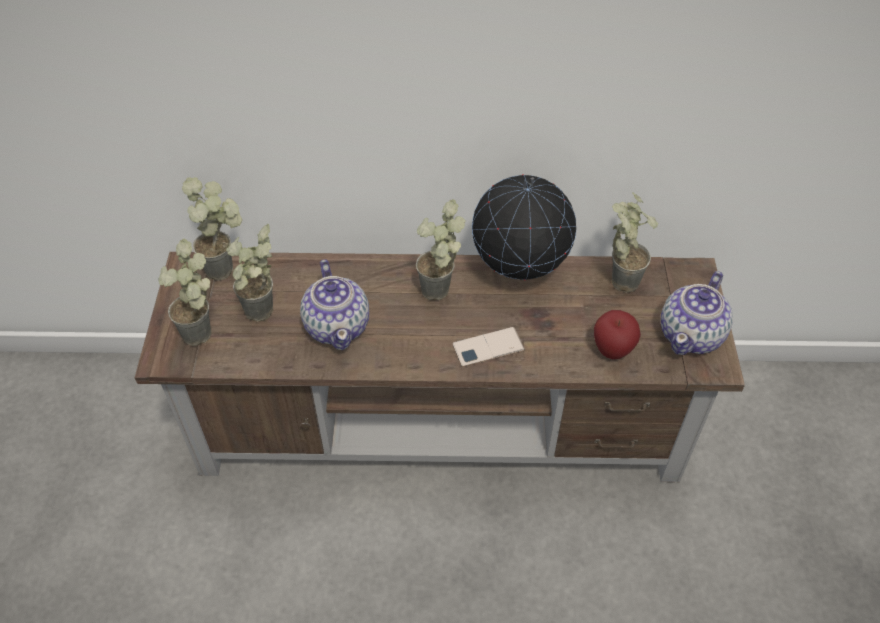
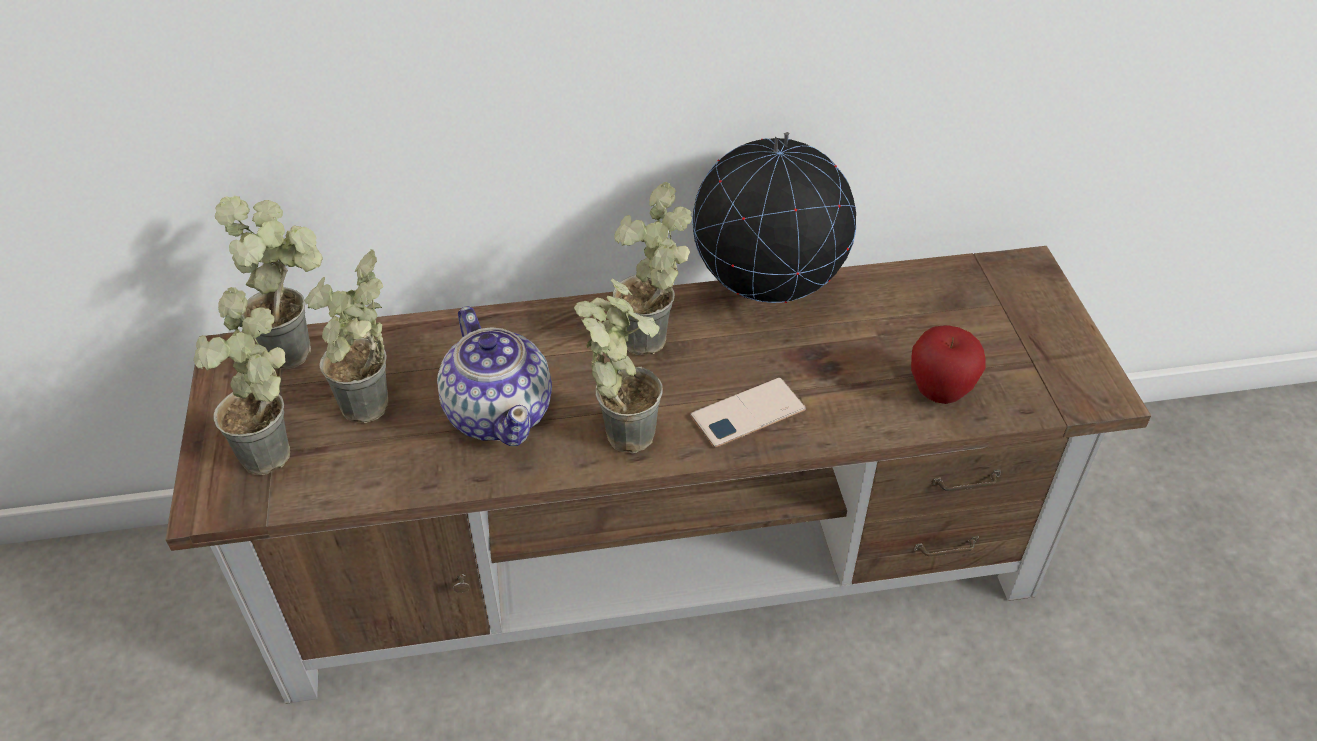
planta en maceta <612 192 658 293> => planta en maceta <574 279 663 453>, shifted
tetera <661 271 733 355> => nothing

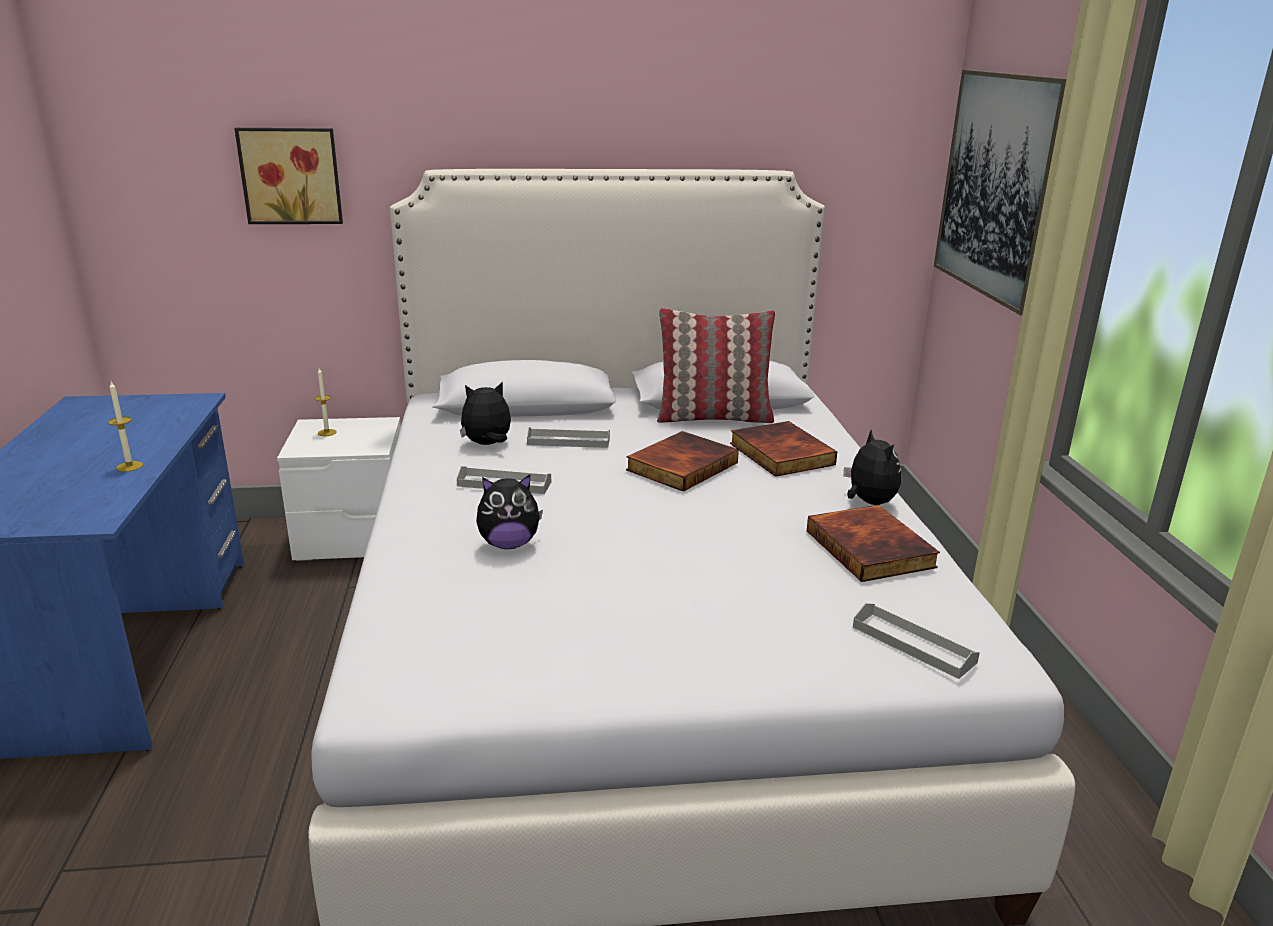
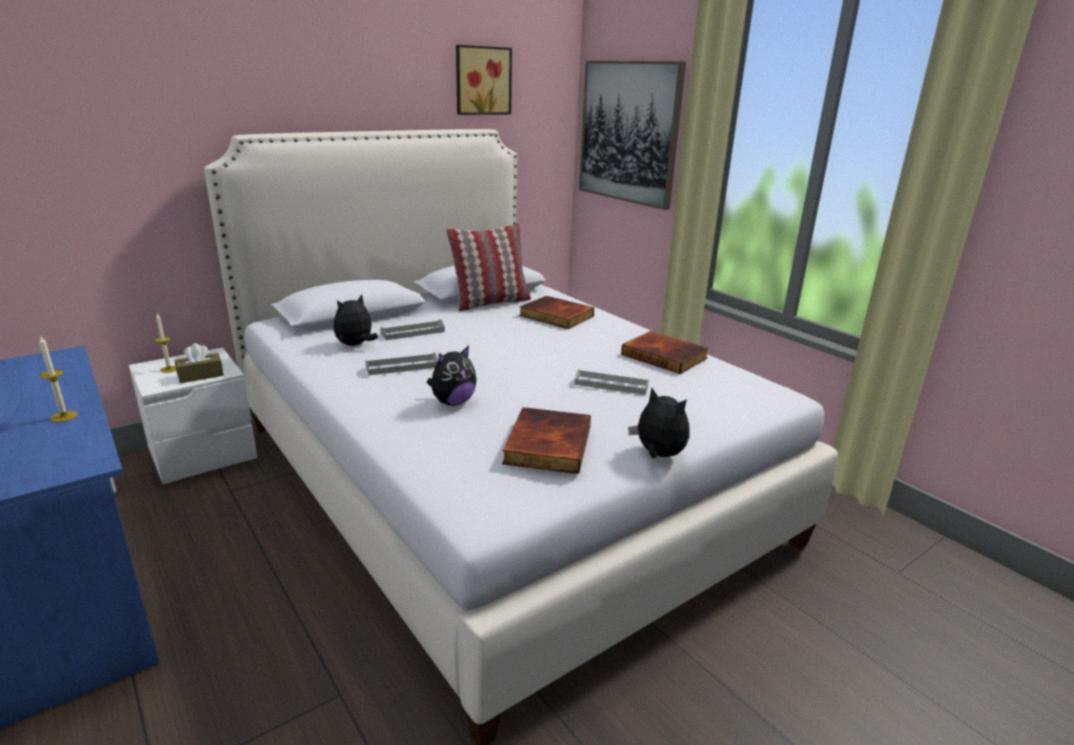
nothing => caja de pañuelos (marrón) <175 343 224 383>
cuadro <234 128 343 224> => cuadro <456 45 512 115>, shifted
libro <626 431 739 492> => libro <502 407 591 474>, shifted
bandeja (gris) <853 603 980 679> => bandeja (gris) <575 369 649 395>, shifted
peluche <844 429 901 505> => peluche <628 388 690 458>, shifted

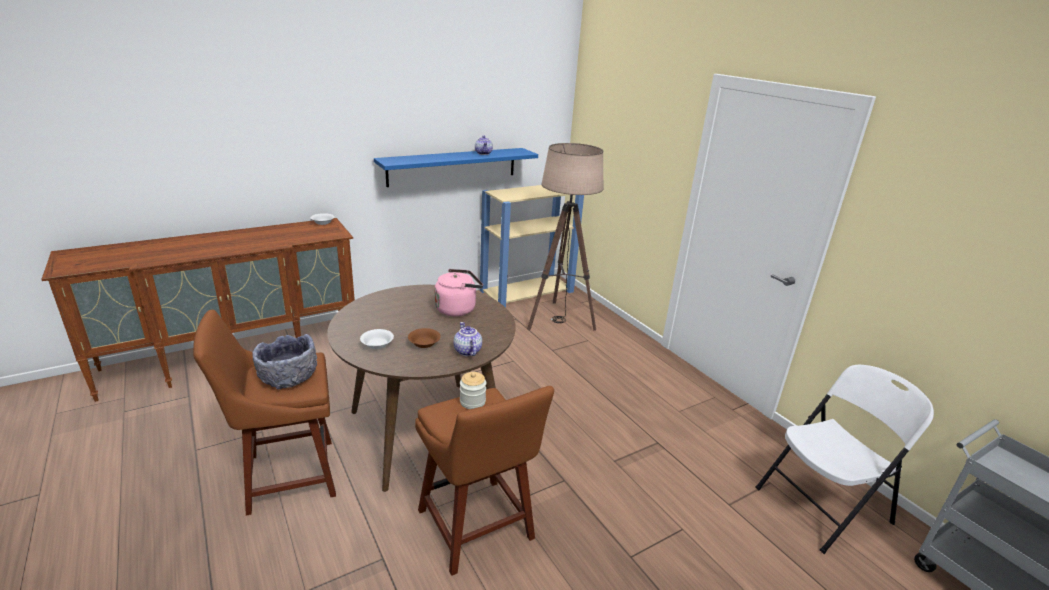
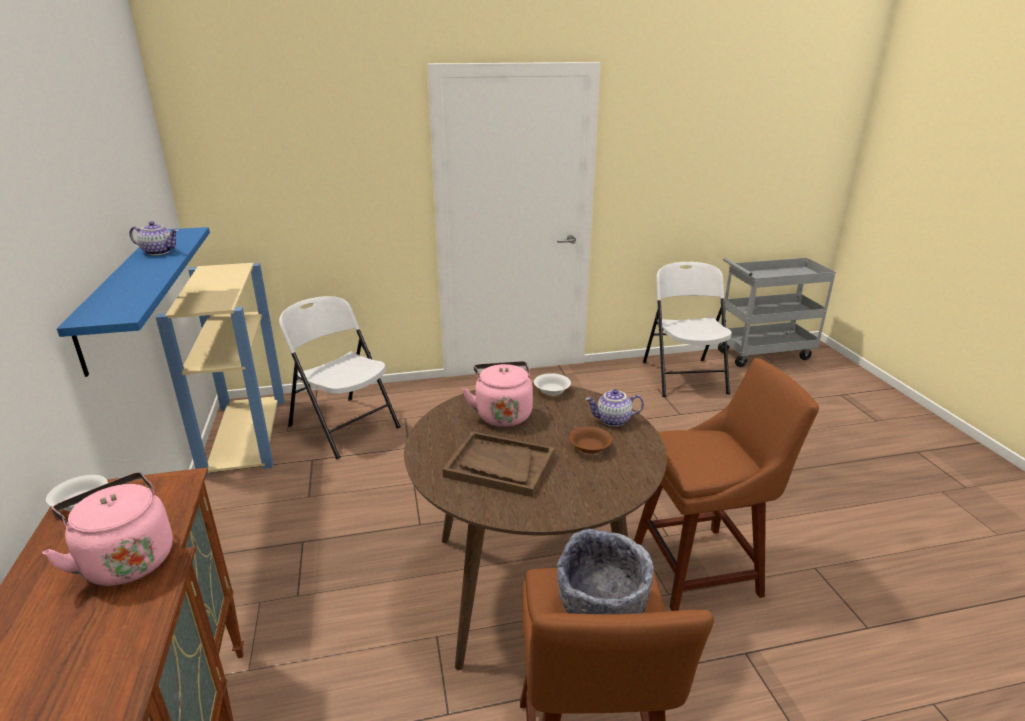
nothing => hervidor (rosa) <42 472 173 586>
lámpara de pie <527 143 604 331> => silla (blanco) <279 296 401 459>
nothing => bandeja (marrón) <443 431 555 497>
cuenco (blanco) <360 329 394 349> => cuenco (blanco) <534 373 571 395>, shifted
tarro <460 372 486 409> => nothing

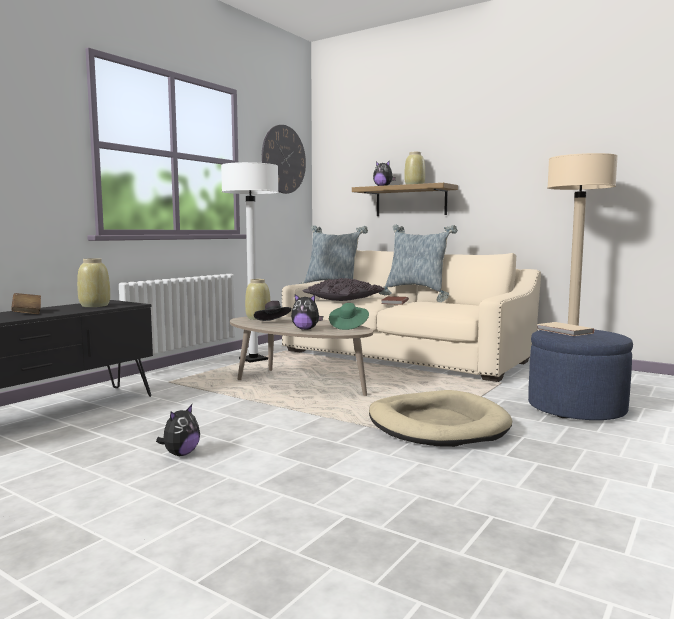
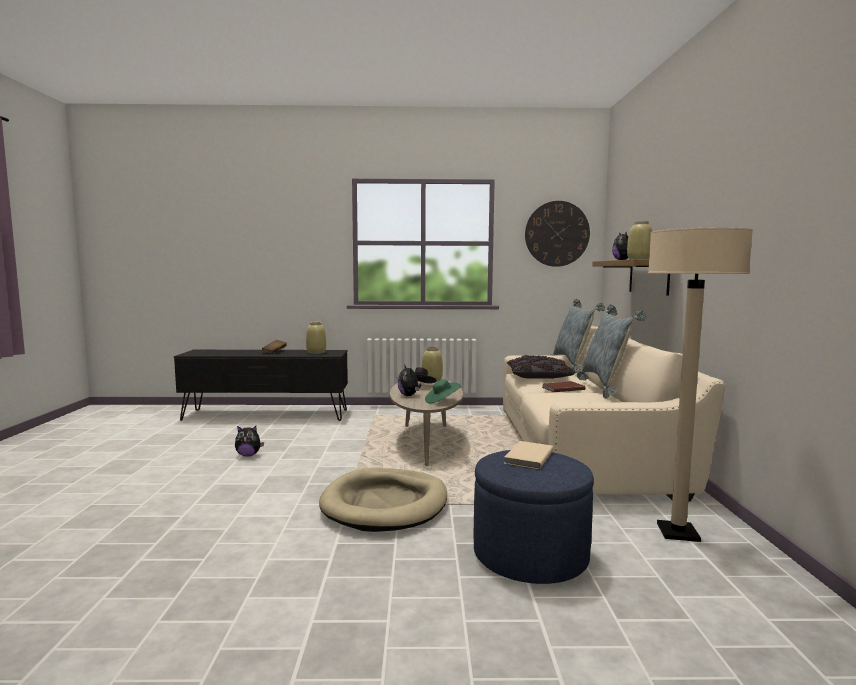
lámpara de pie (blanco) <221 162 279 362> => nothing

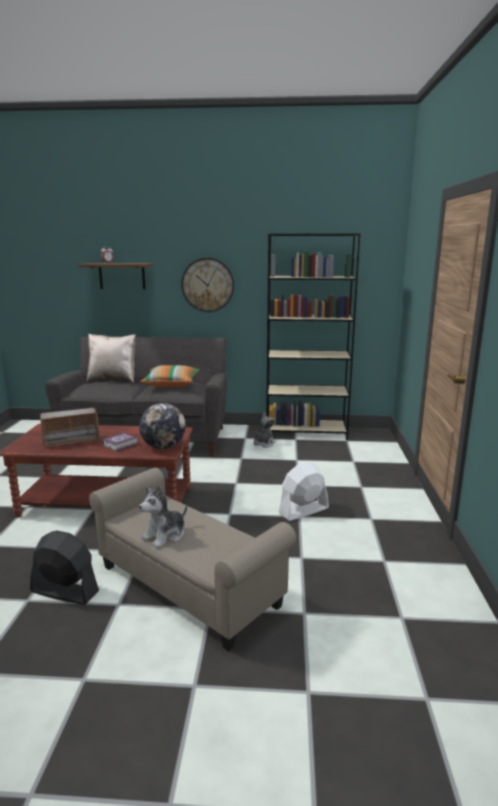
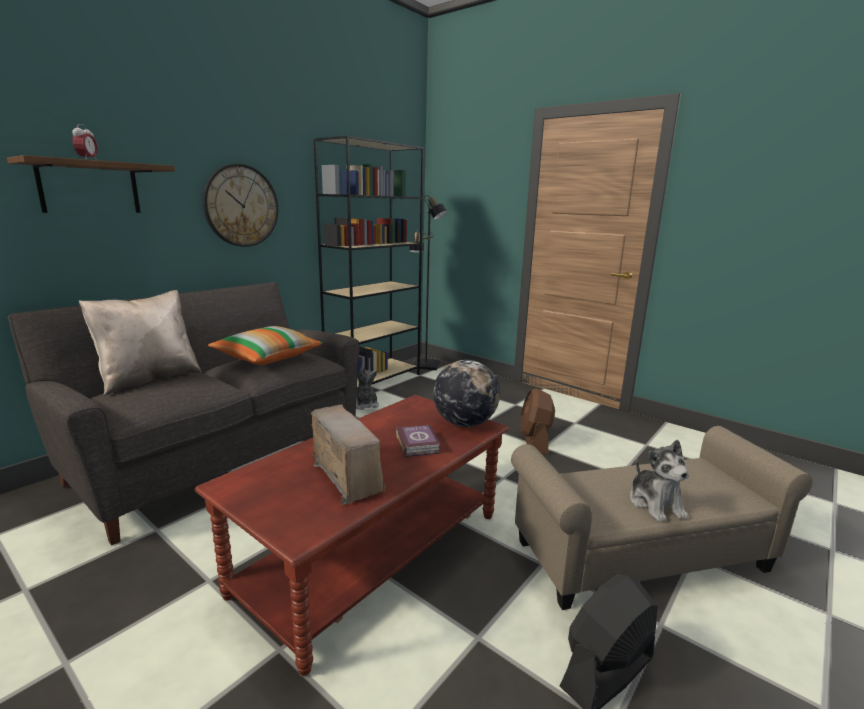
radio <40 408 102 448> => radio <310 404 386 505>, 45 degrees counterclockwise
nothing => lámpara de pie (negro) <409 195 447 370>
ventilador (blanco) <279 463 329 521> => ventilador (marrón) <520 388 555 455>

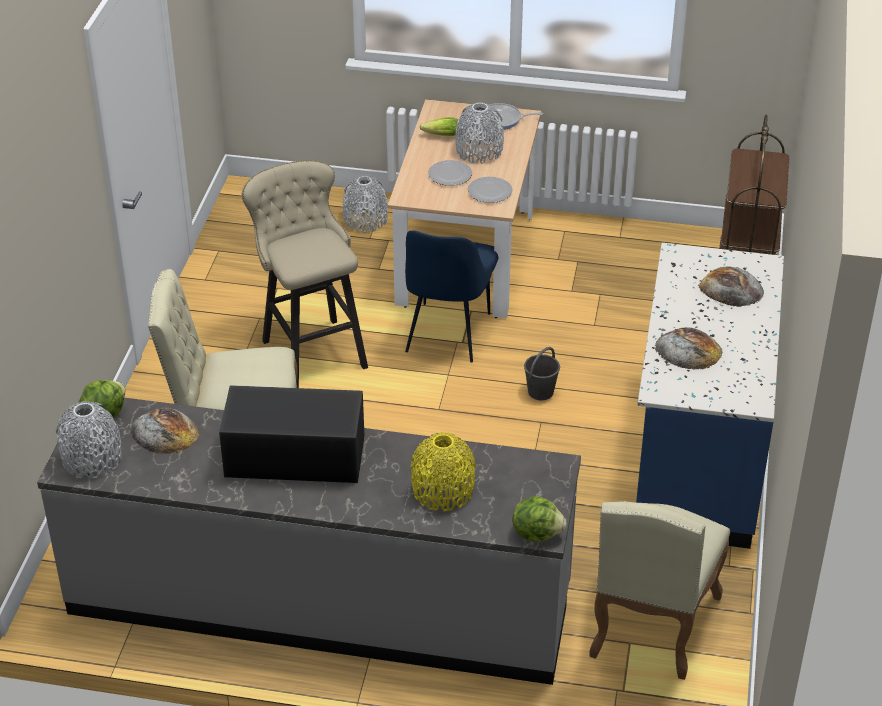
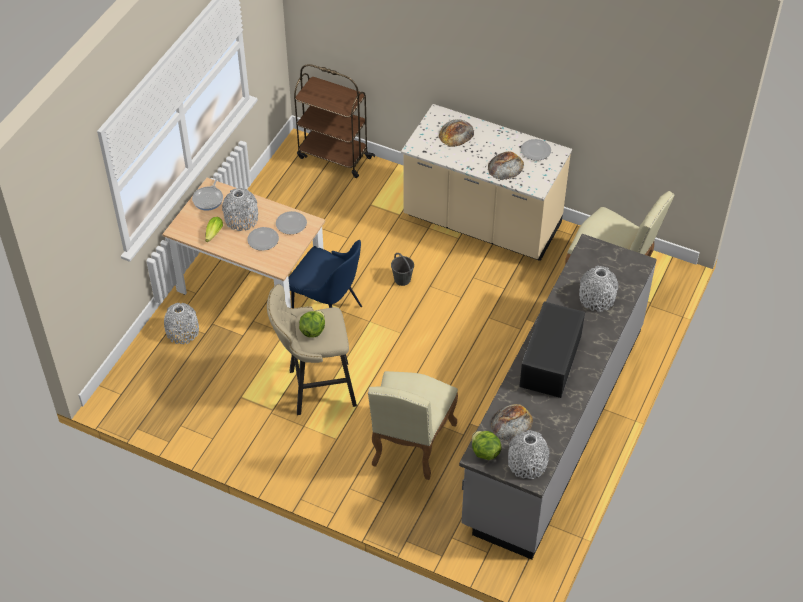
lechuga <513 496 567 542> => lechuga <299 311 325 338>, shifted
mueble bajo de cocina (azul) <636 243 784 549> => mueble bajo de cocina (beis) <401 104 572 261>
nothing => plato <521 139 551 161>
florero (amarillo) <410 433 476 512> => florero (gris) <579 266 618 312>

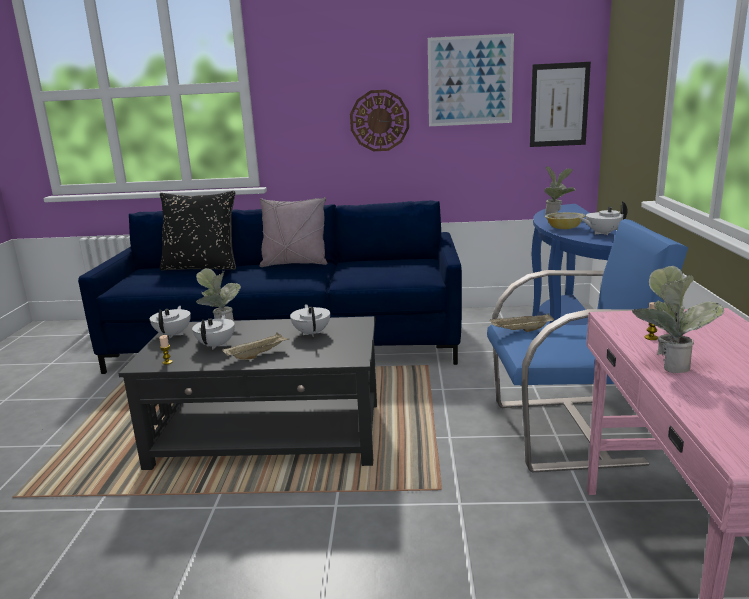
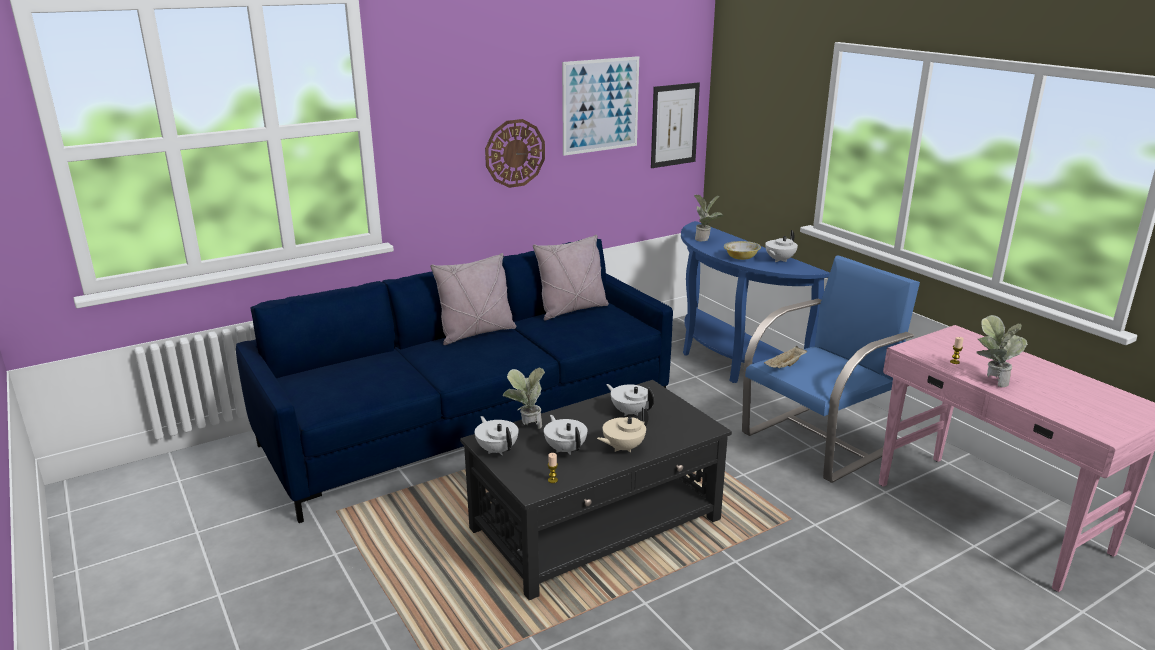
nothing => cojín (morado) <533 235 609 321>
bandeja (beis) <222 332 289 360> => tetera (beis) <597 408 648 452>
cojín (negro) <160 191 236 271> => nothing

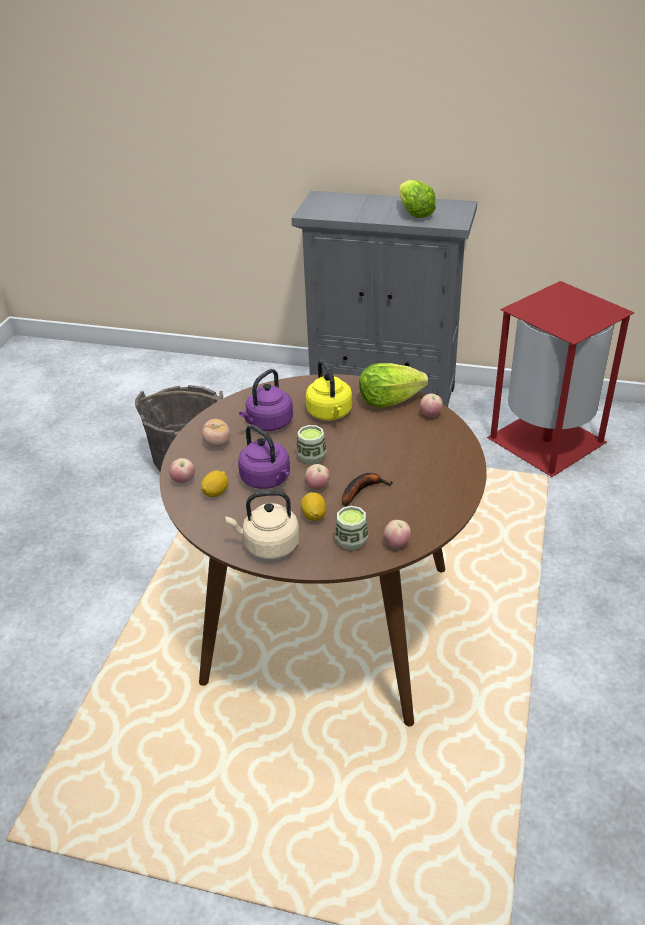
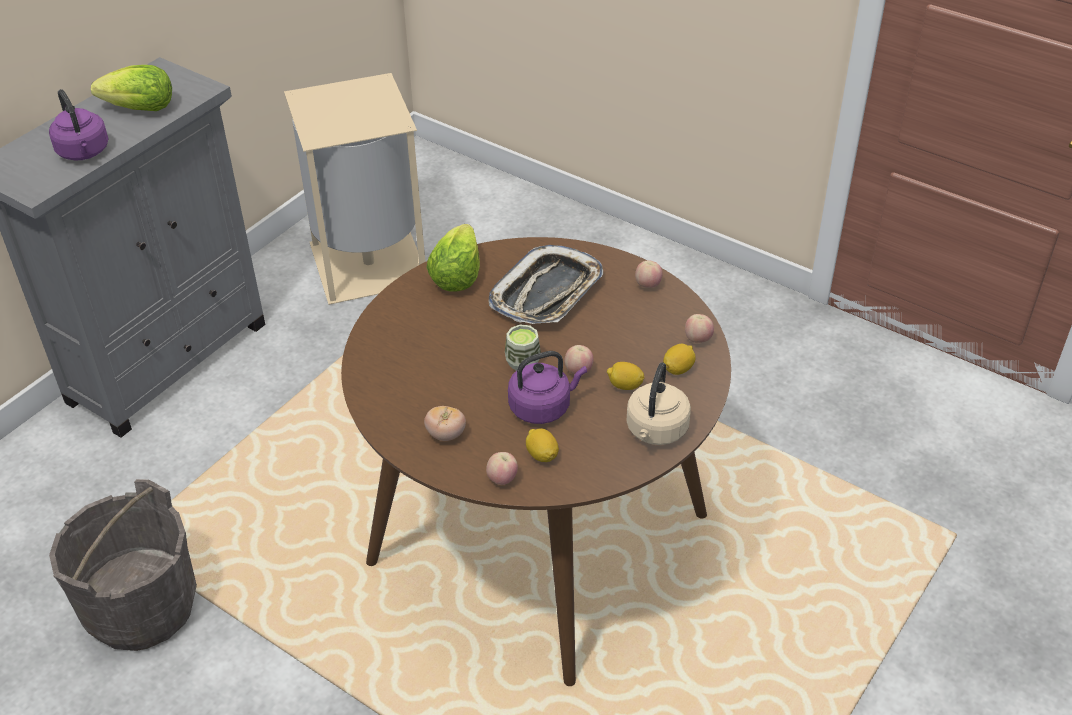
hervidor (morado) <239 369 293 431> => hervidor (morado) <49 89 109 161>, shifted
papelera (rojo) <487 281 634 477> => papelera (beis) <284 73 425 305>
nothing => bandeja <489 245 603 324>
manzana <420 394 443 417> => manzana <635 260 662 288>, shifted
taza <335 506 368 550> => limón <663 344 696 375>
hervidor (amarillo) <306 360 352 420> => nothing
plátano <342 473 393 507> => nothing

